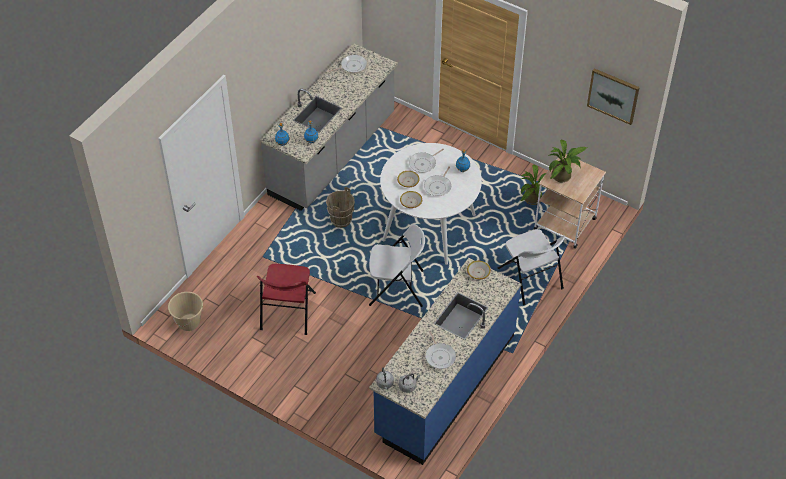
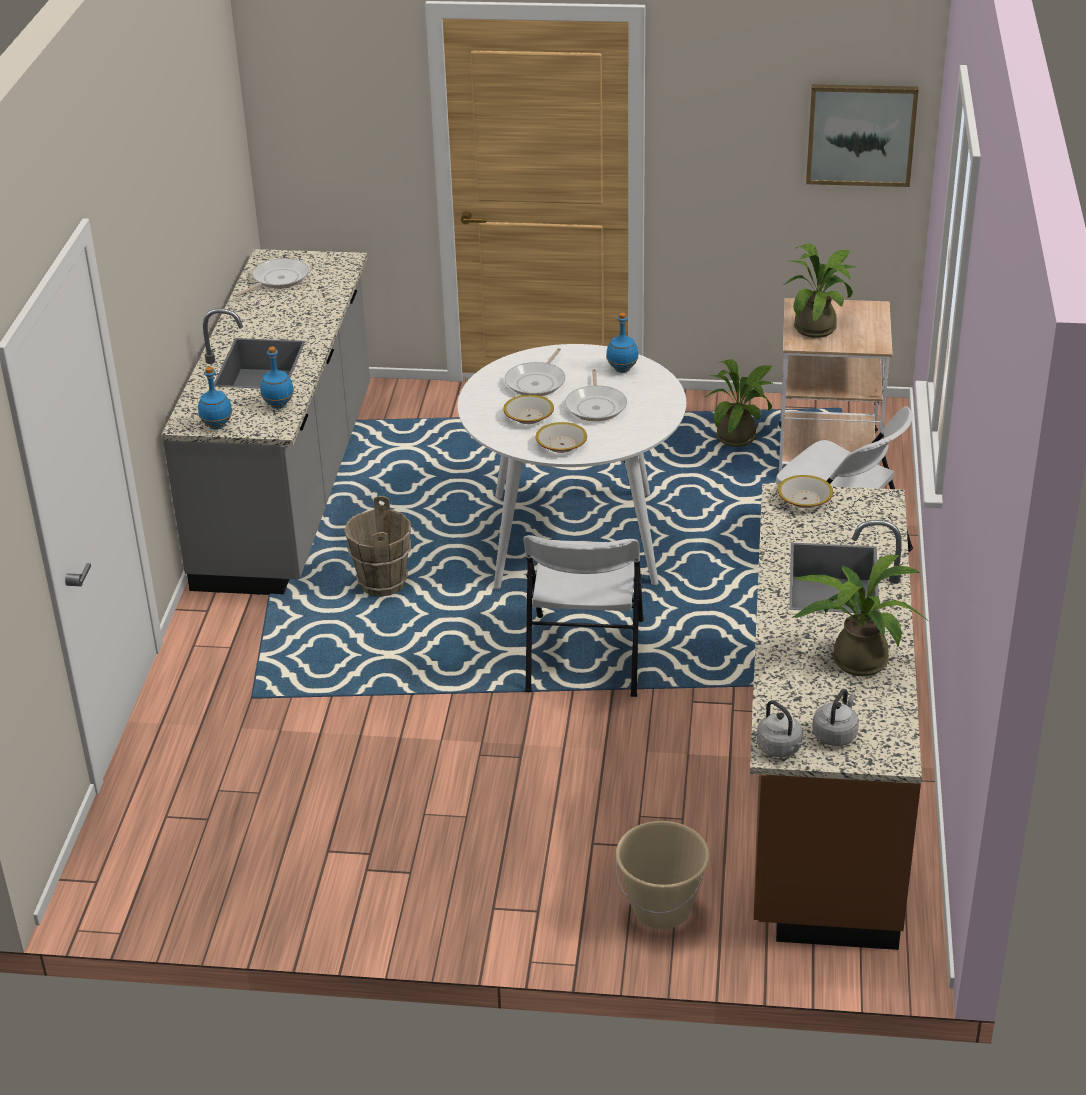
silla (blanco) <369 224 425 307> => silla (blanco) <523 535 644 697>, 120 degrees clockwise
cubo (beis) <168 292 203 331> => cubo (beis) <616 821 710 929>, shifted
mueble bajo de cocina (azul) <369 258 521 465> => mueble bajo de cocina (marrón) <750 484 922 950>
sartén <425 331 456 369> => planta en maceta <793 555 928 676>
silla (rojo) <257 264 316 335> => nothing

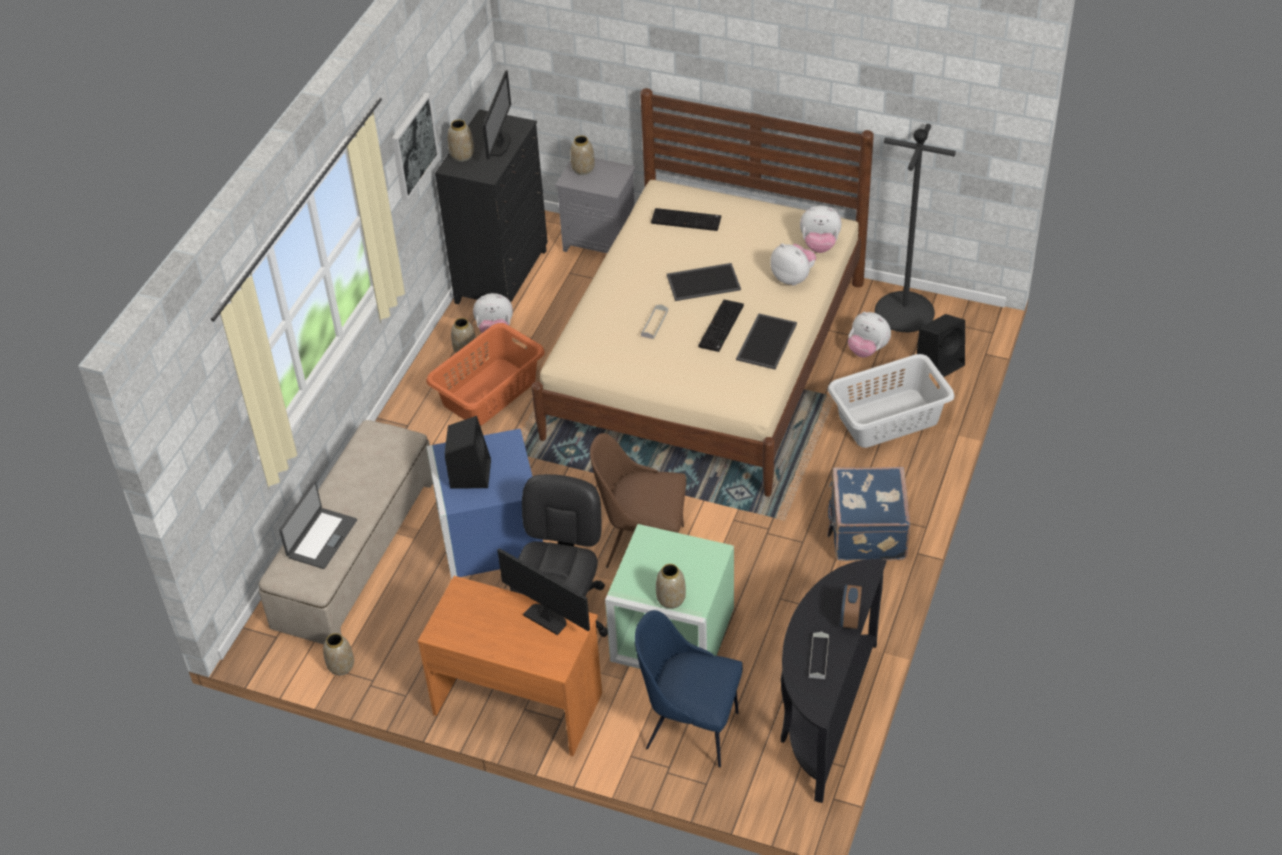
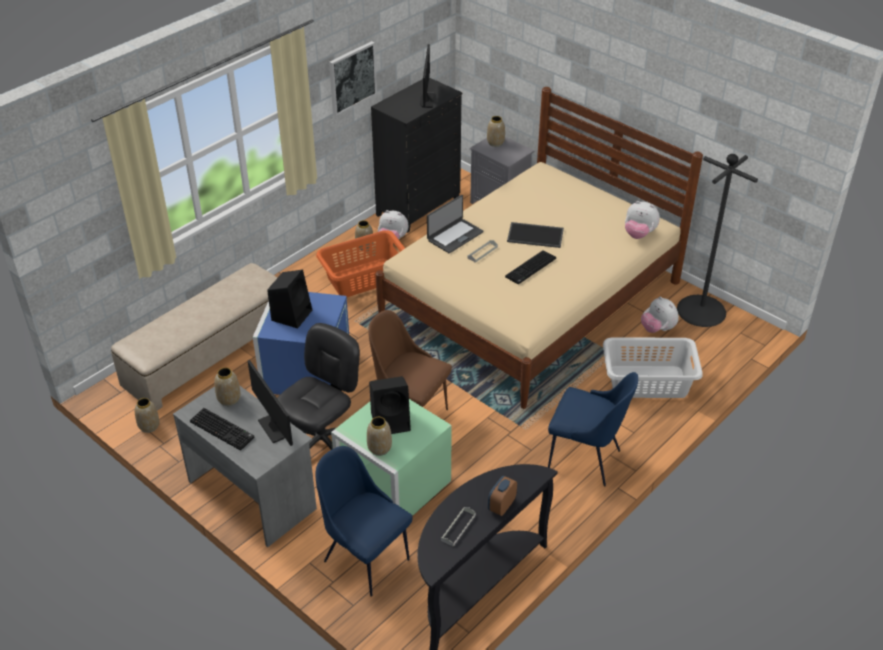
escritorio (naranja) <418 576 602 756> => escritorio (gris) <173 385 317 547>
teclado <651 208 721 231> => teclado <190 408 254 451>, shifted
florero <448 120 474 162> => florero <214 367 241 406>, shifted
altavoz (negro) <917 314 965 377> => altavoz (negro) <369 376 411 434>, shifted
monitor <482 70 511 159> => monitor <420 44 434 108>, 150 degrees clockwise
portátil <279 481 357 569> => portátil <427 195 484 253>, shifted
maleta (azul) <827 467 911 561> => silla (azul) <548 372 638 486>
bandeja <736 313 797 369> => nothing
peluche <770 243 816 286> => nothing

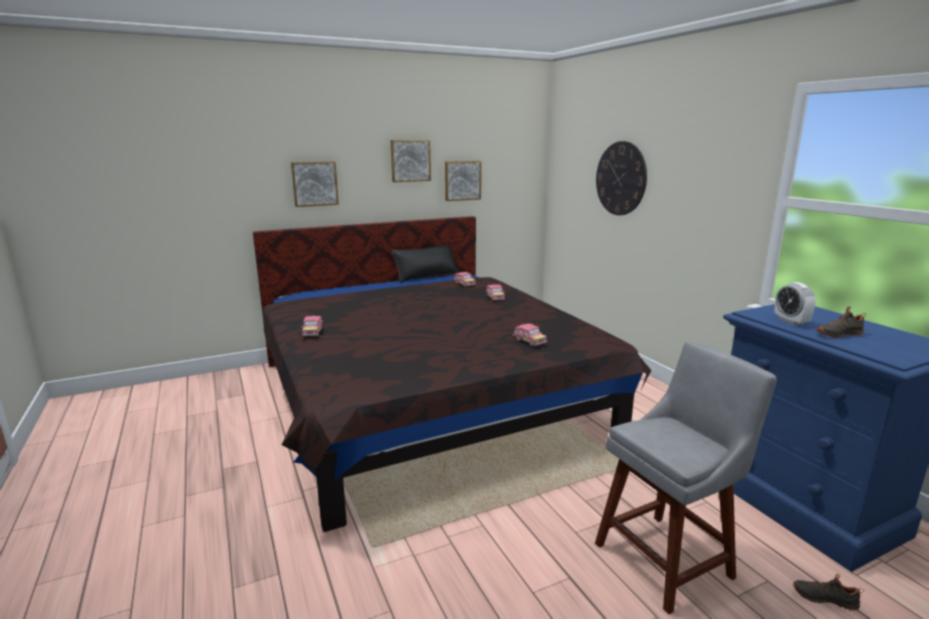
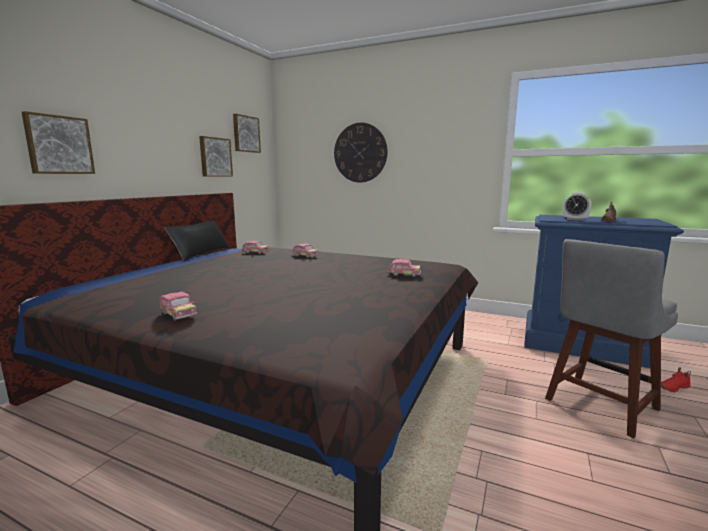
cuadro <391 140 431 182> => cuadro <233 114 261 153>, shifted
silla (gris) <595 341 777 614> => silla (gris) <545 239 678 438>, 150 degrees counterclockwise
zapato (negro) <793 574 864 611> => zapato (rojo) <661 367 691 393>

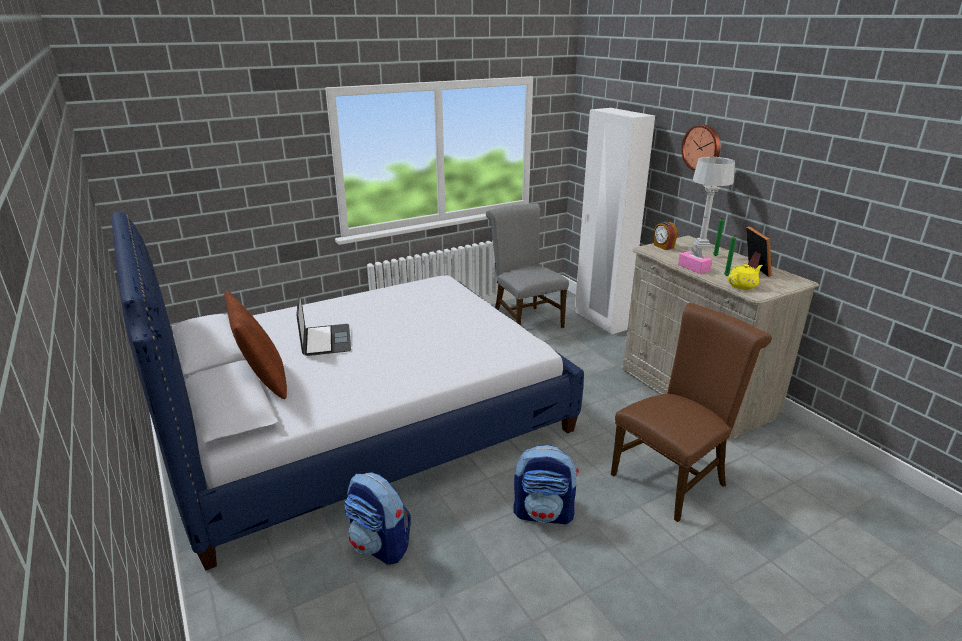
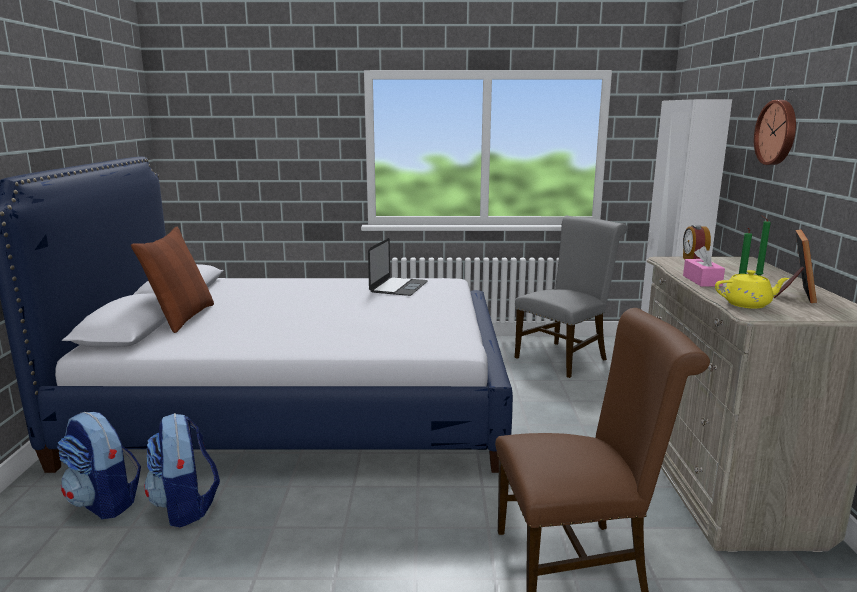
mochila <513 445 579 525> => mochila <57 412 141 519>, shifted
portátil <296 290 351 356> => portátil <368 238 428 296>, shifted
silla (gris) <486 203 569 328> => silla (gris) <515 216 628 378>, 45 degrees clockwise
lámpara de mesa (gris) <693 157 735 249> => nothing

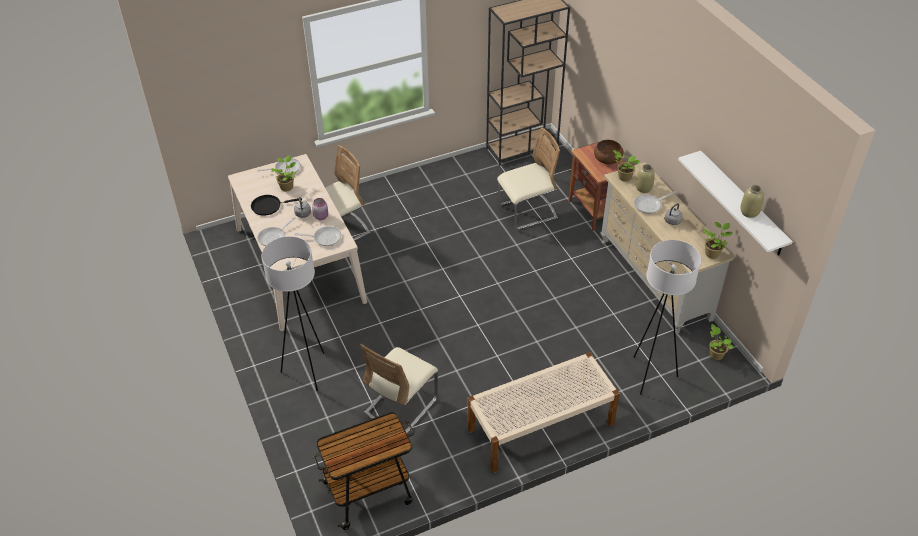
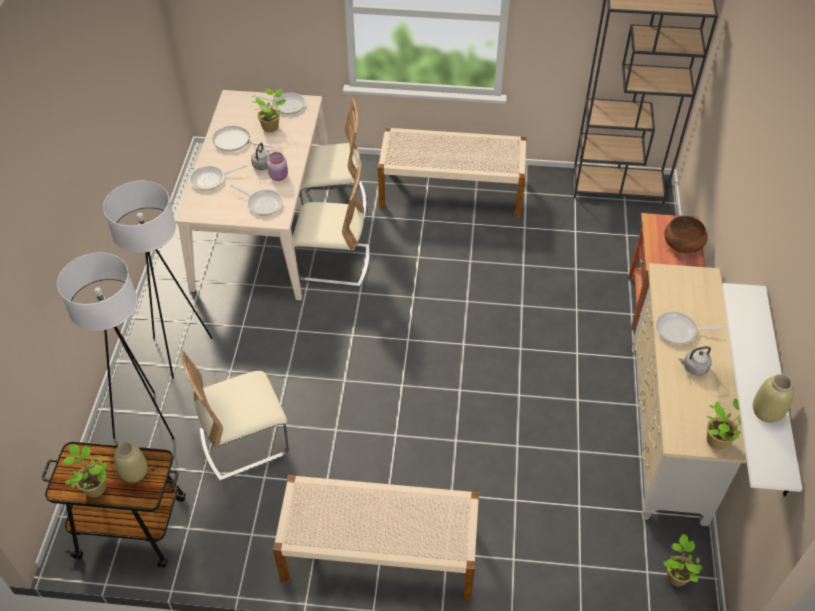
lámpara de pie (blanco) <634 240 701 395> => lámpara de pie (blanco) <57 253 175 440>, shifted
planta en maceta <613 150 640 182> => planta en maceta <63 444 107 497>, shifted
florero (beis) <636 164 655 193> => florero (beis) <114 442 148 483>, shifted
sartén (negro) <251 195 302 216> => sartén (blanco) <213 126 274 152>
silla (beis) <497 128 560 229> => silla (beis) <293 161 370 287>, shifted
nothing => banco (beis) <378 127 527 218>

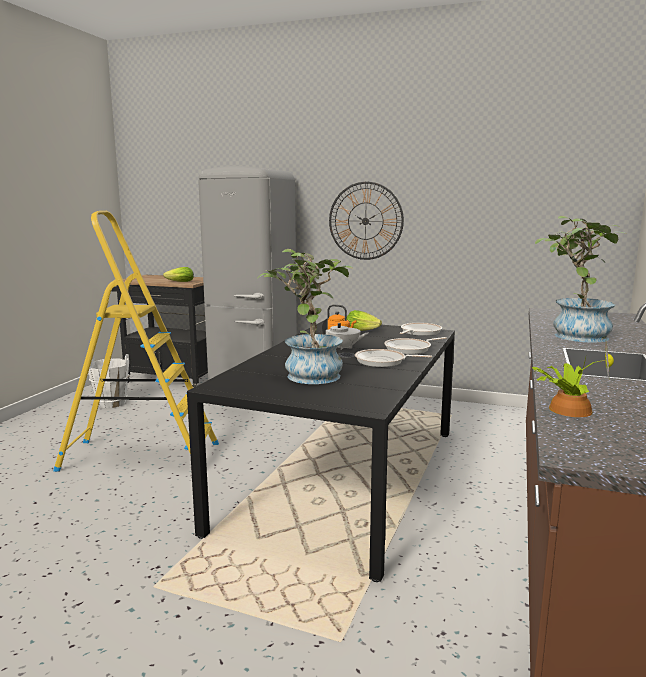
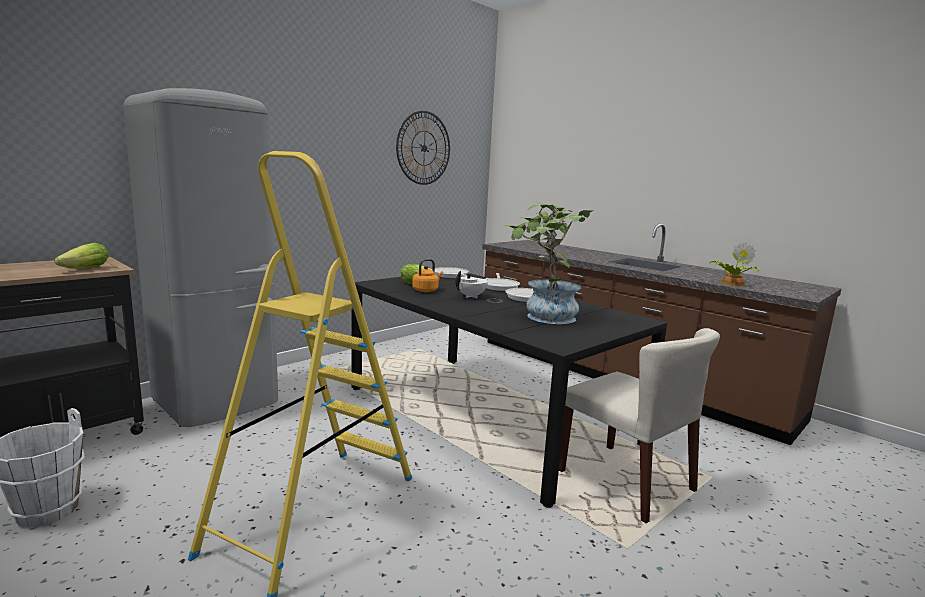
reloj de pared <329 182 404 260> => reloj de pared <396 111 450 185>, shifted
nothing => silla (beis) <559 328 720 523>
planta en maceta <535 216 626 343> => nothing

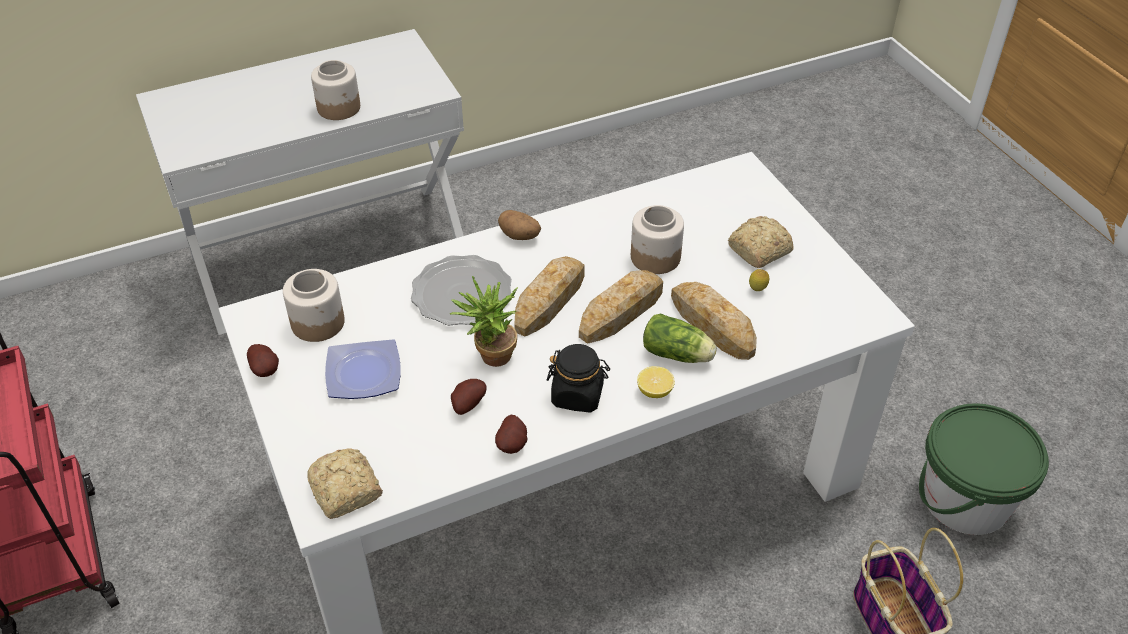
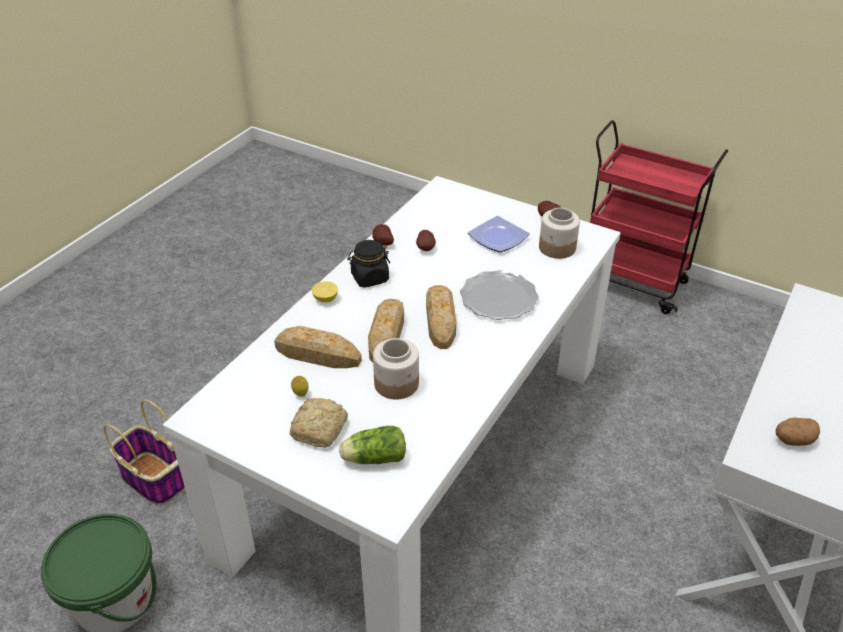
lechuga <643 314 717 363> => lechuga <339 426 406 464>, shifted
patata <498 210 541 240> => patata <776 418 820 446>, shifted
pan <307 448 383 519> => nothing
tarro <311 60 360 120> => nothing
planta en maceta <449 276 518 367> => nothing

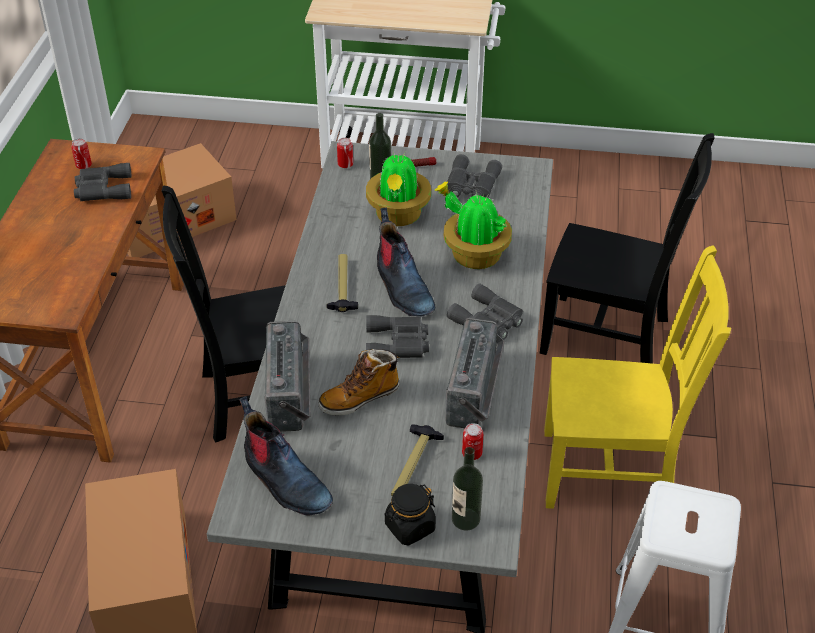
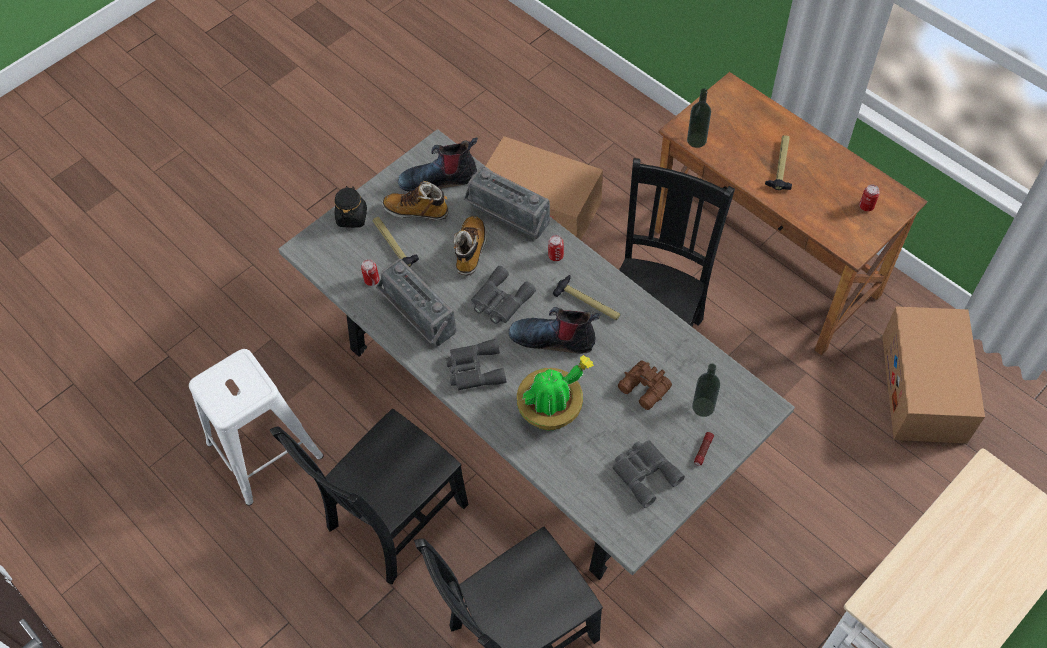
silla (amarillo) <544 245 731 509> => silla (negro) <270 409 469 584>
nothing => bota <382 181 449 221>
lata <337 138 353 168> => lata <548 235 564 261>, shifted
planta en maceta <366 152 431 226> => prismáticos (marrón) <618 360 672 410>
botella <452 447 483 530> => botella <687 88 711 148>, shifted
nothing => martillo <765 135 792 190>
prismáticos (gris) <74 163 131 201> => nothing

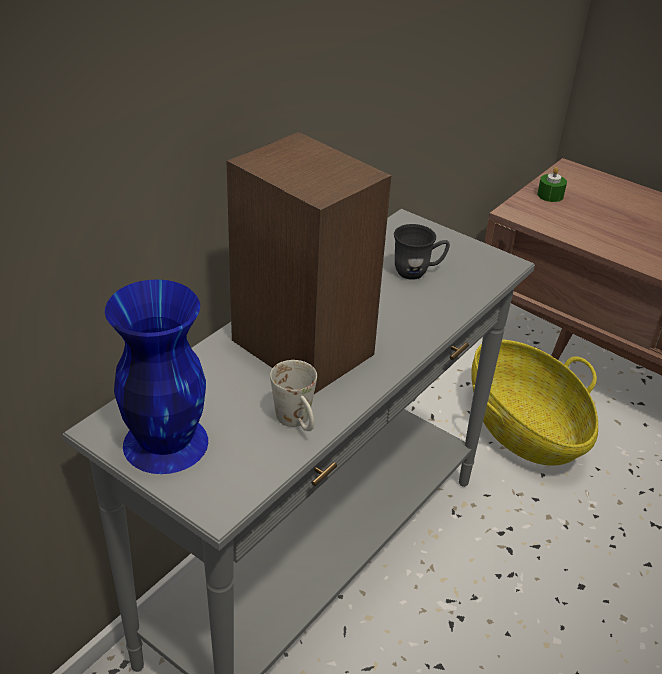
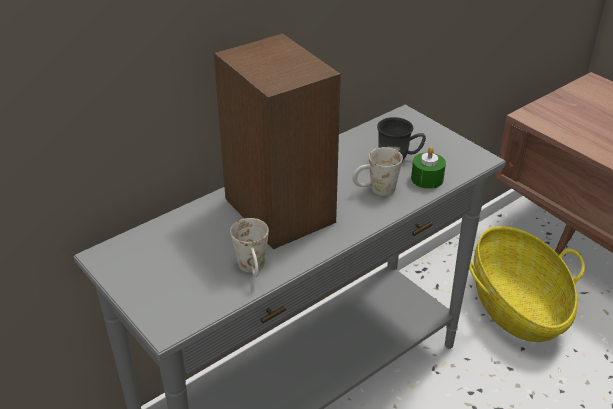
nothing => taza grande (blanco) <352 147 403 196>
vela (verde) <537 167 567 202> => vela (verde) <411 147 446 189>, shifted
florero (azul) <105 279 208 474> => nothing

